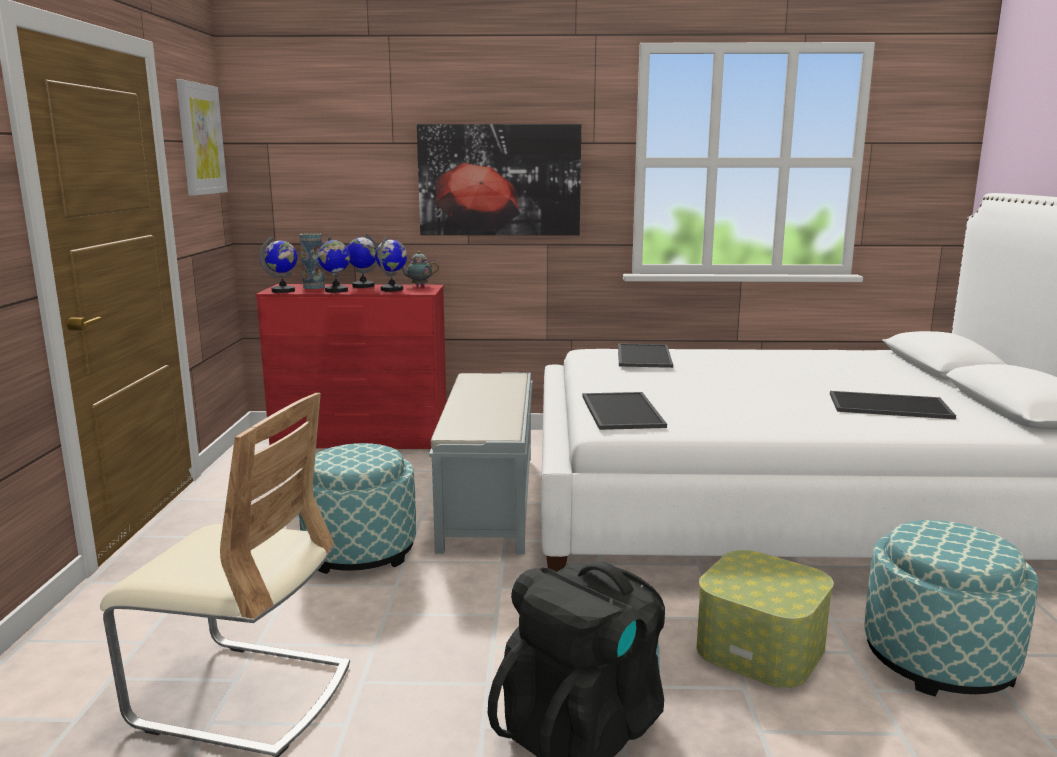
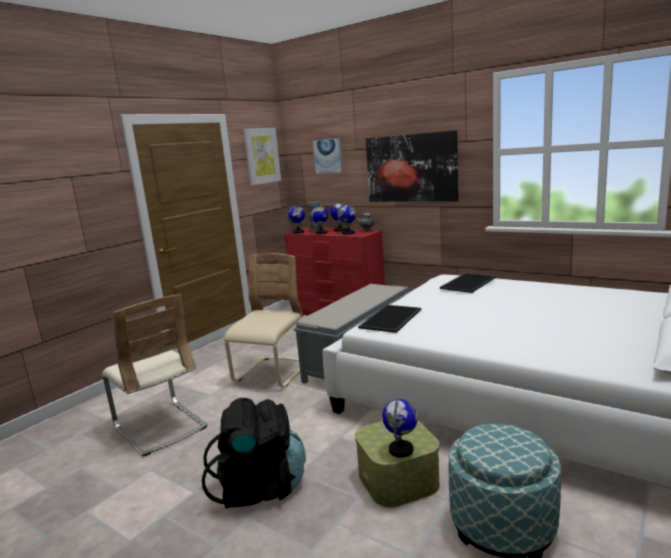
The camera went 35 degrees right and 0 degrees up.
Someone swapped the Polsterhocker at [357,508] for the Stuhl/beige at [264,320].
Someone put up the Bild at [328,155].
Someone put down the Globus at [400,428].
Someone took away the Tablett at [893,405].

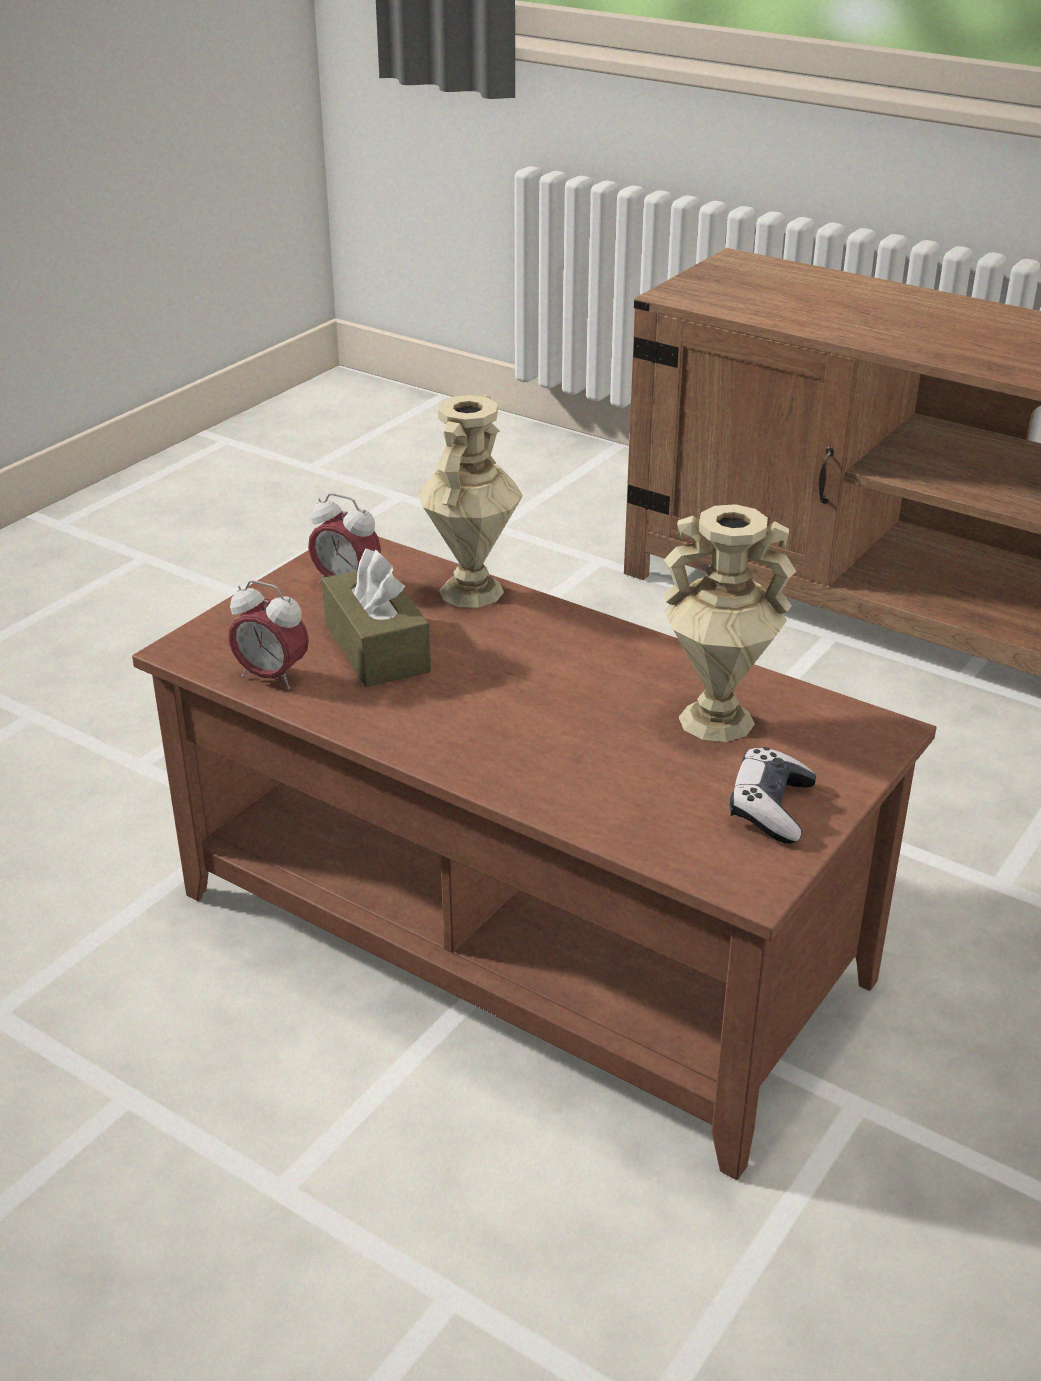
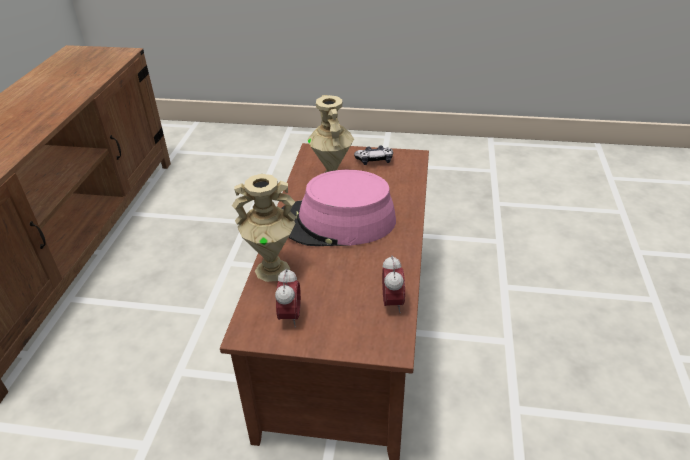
The camera went 115 degrees left and 5 degrees up.
Someone put down the Hut/rosa at [339,208].
Someone took away the Taschentuchbox/braun at [376,618].

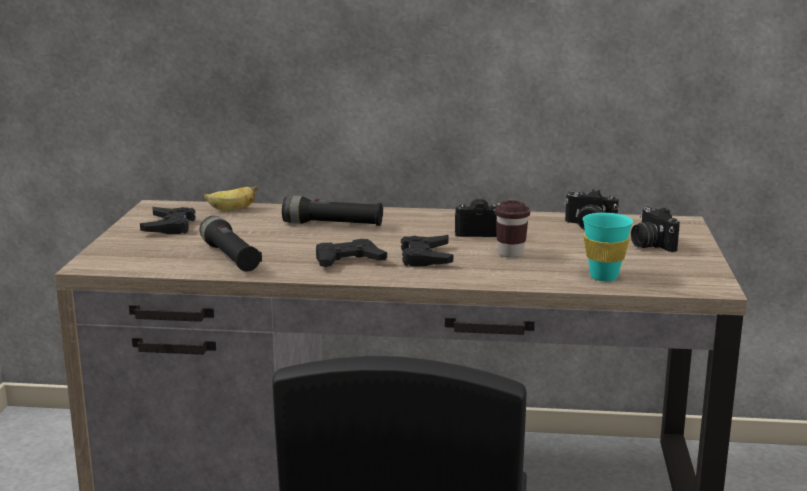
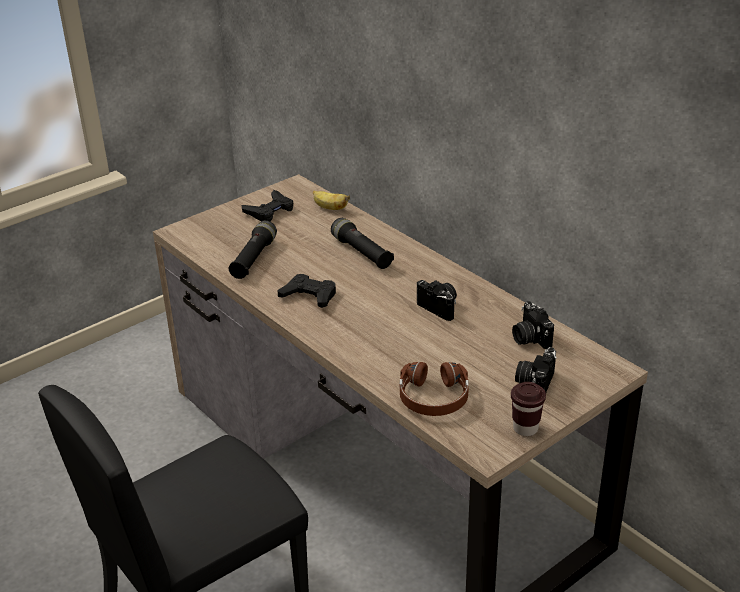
The camera went 45 degrees right and 15 degrees up.
Someone swapped the Tasse/türkis at [608,247] for the Kopfhörer/braun at [434,389].
Someone carried the Tasse/braun from [512,229] to [528,409].
Someone took away the Gamepad/schwarz at [427,251].

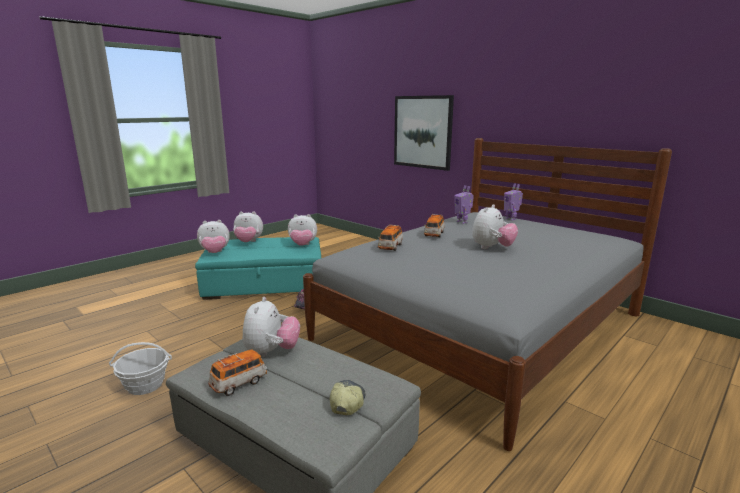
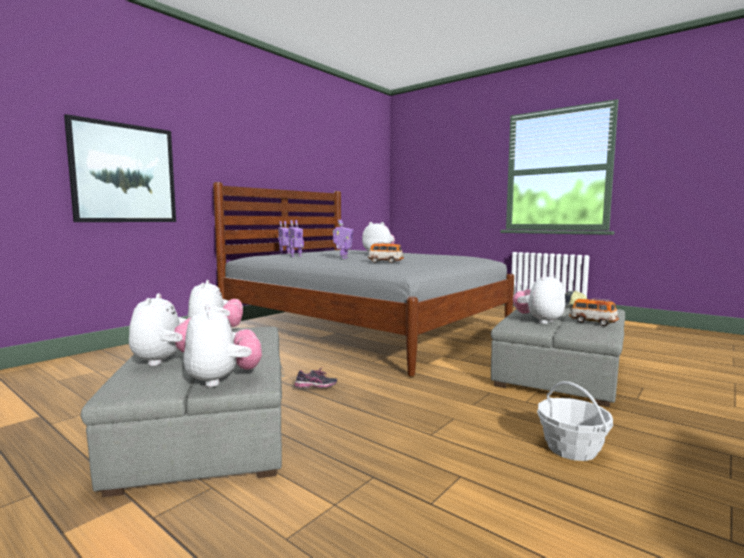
The camera went 95 degrees left and 10 degrees down.
Someone repainted the Polsterhocker/türkis at [258,268], which became the Polsterhocker/grau at [182,412].
Someone swapped the Spielzeugauto at [434,226] for the Spielzeugroboter at [343,239].
Someone rotated the Plüschtier at [271,327] by 45 degrees counterclockwise.

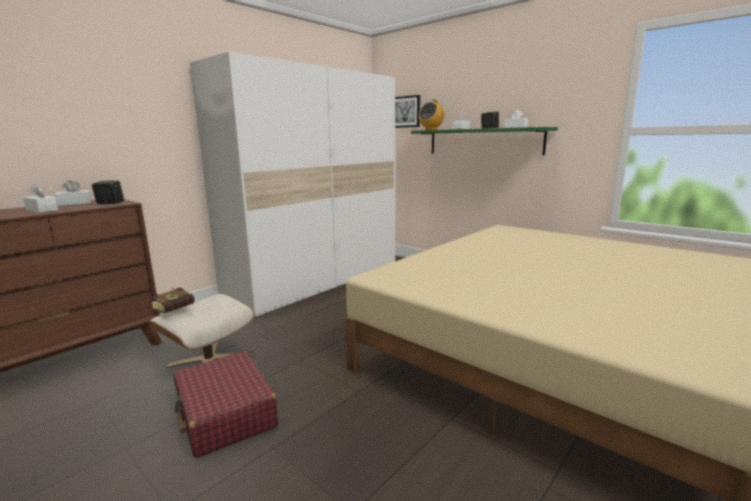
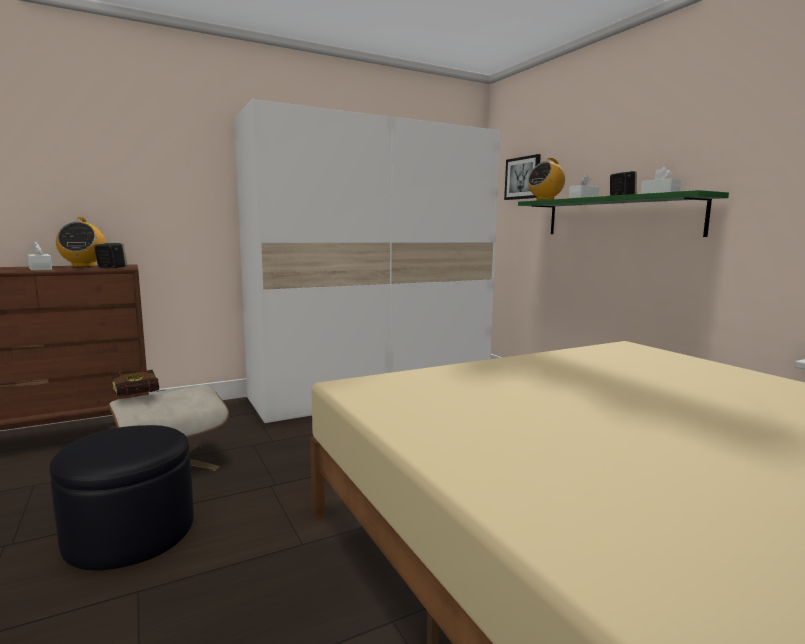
The camera went 20 degrees right and 5 degrees down.
Someone swapped the Koffer/rot at [226,404] for the Polsterhocker/schwarz at [121,497].
Someone swapped the Taschentuchbox/weiß at [73,193] for the Radio at [81,242].

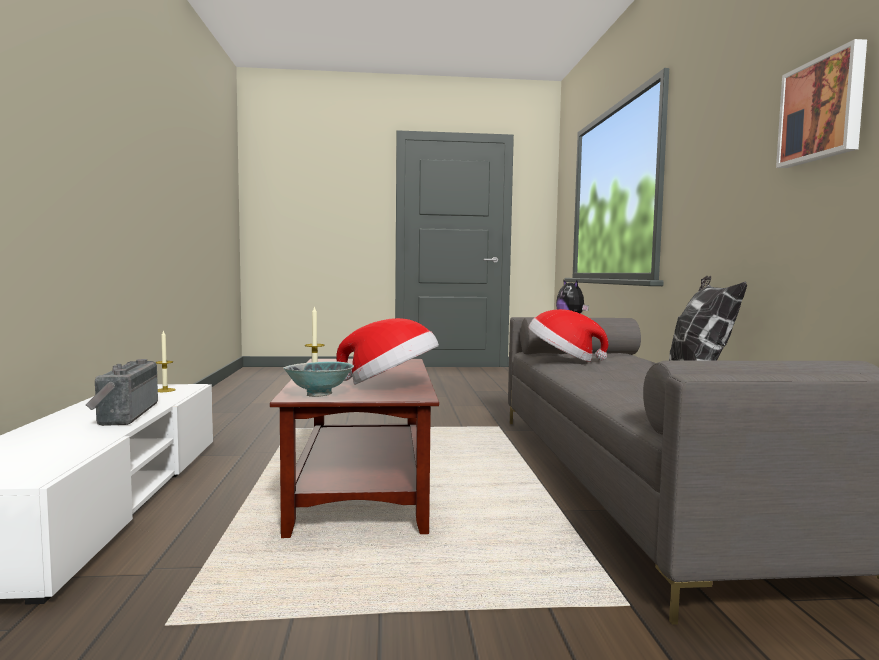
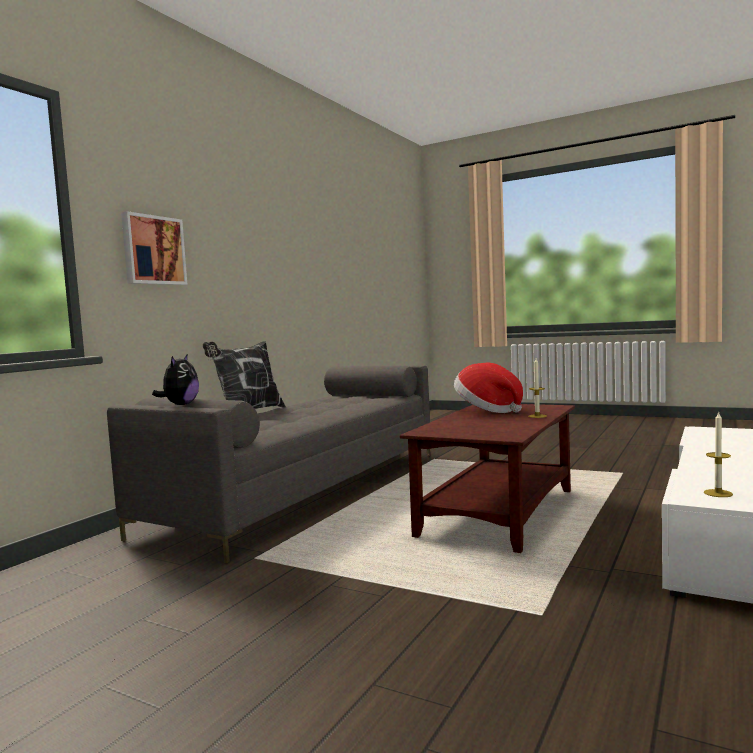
The camera went 145 degrees left and 0 degrees up.
Someone carried the Bild from [821,103] to [154,248].
Someone took away the Radio at [122,392].
Someone took away the Schüssel at [318,379].
Someone took away the Hut at [568,335].

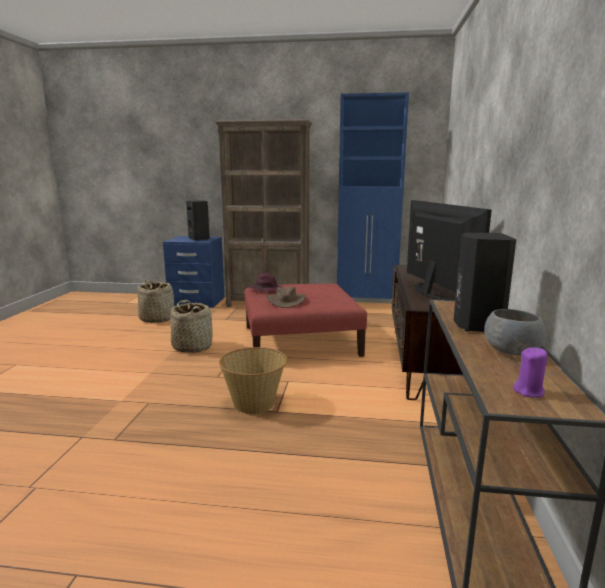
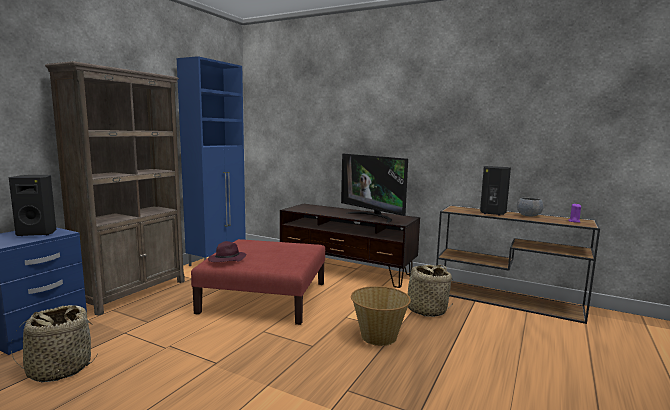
The camera went 70 degrees left and 5 degrees down.
Someone rotated the Fernseher at [449,250] by 135 degrees counterclockwise.
Someone carried the Korb from [191,326] to [425,291].
Someone took away the Hut/braun at [286,297].

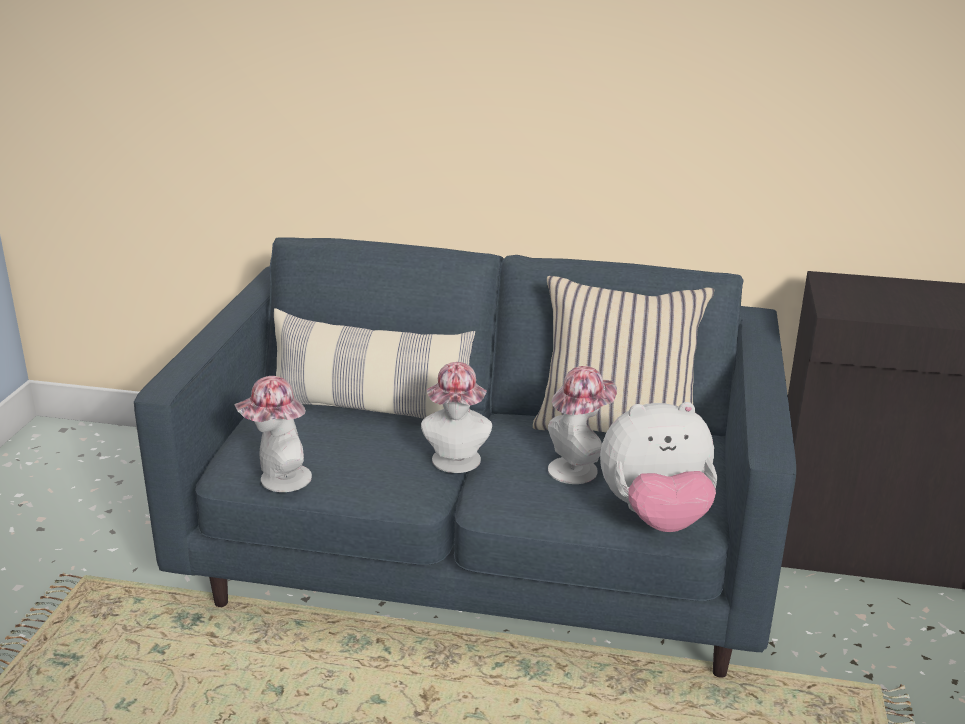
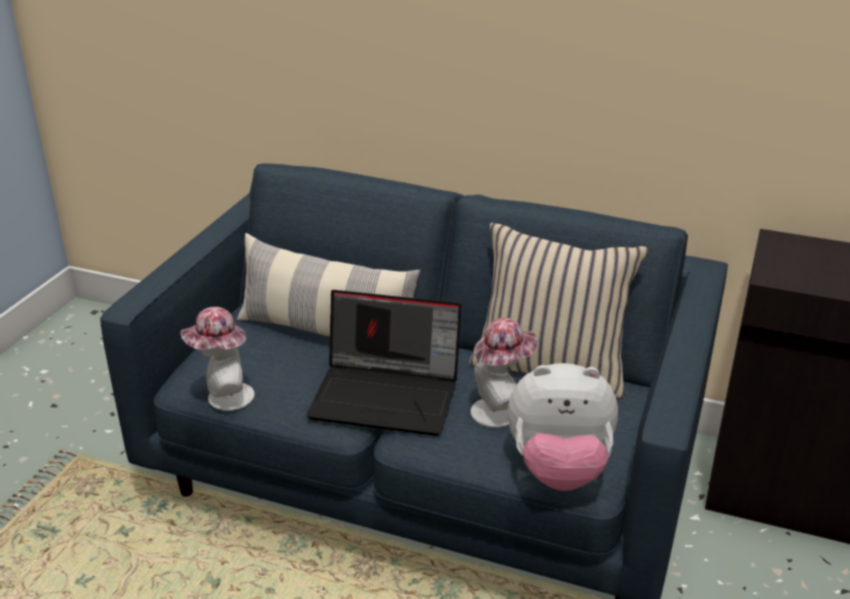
The camera went 10 degrees right and 5 degrees up.
Someone swapped the Hut at [456,417] for the Laptop at [383,363].

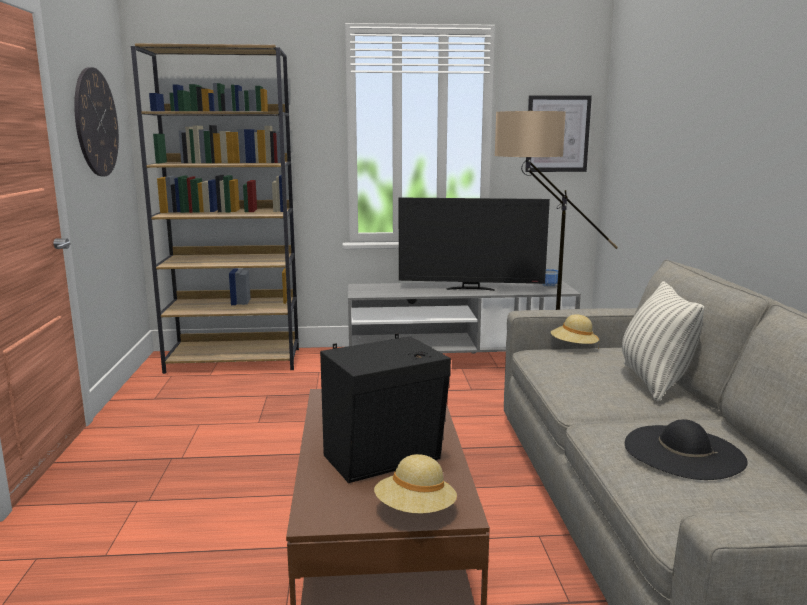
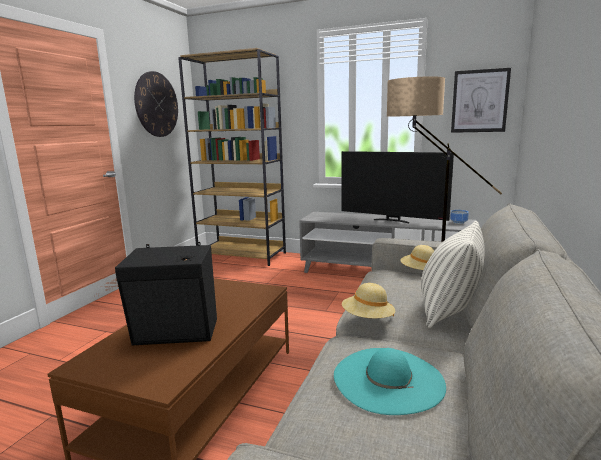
The camera went 25 degrees right and 0 degrees up.
Someone repainted the Hut/schwarz at [686,449], which became the Hut/türkis at [390,381].
Someone carried the Hut/beige from [415,484] to [369,300].

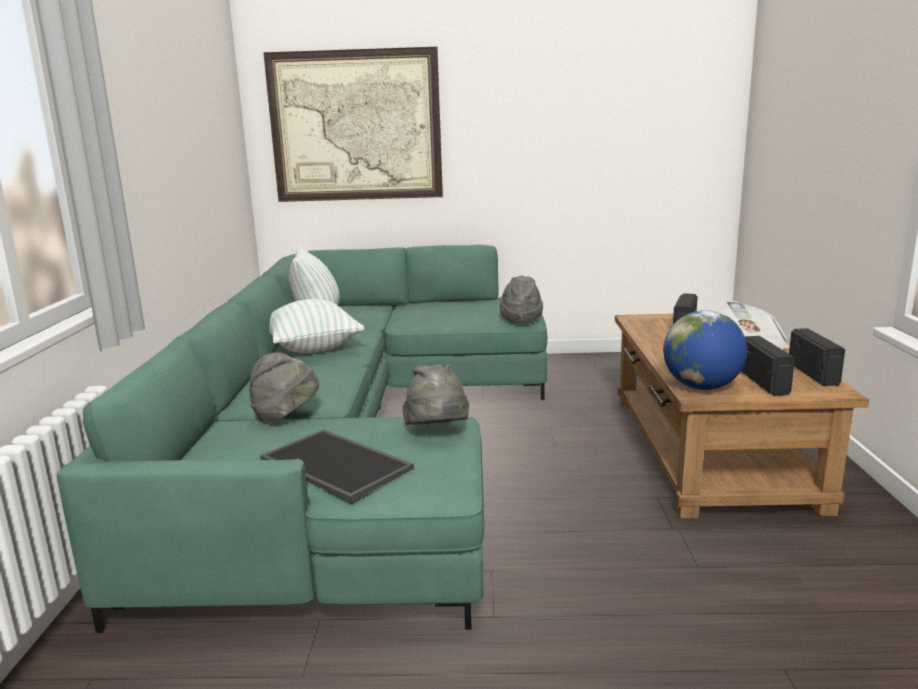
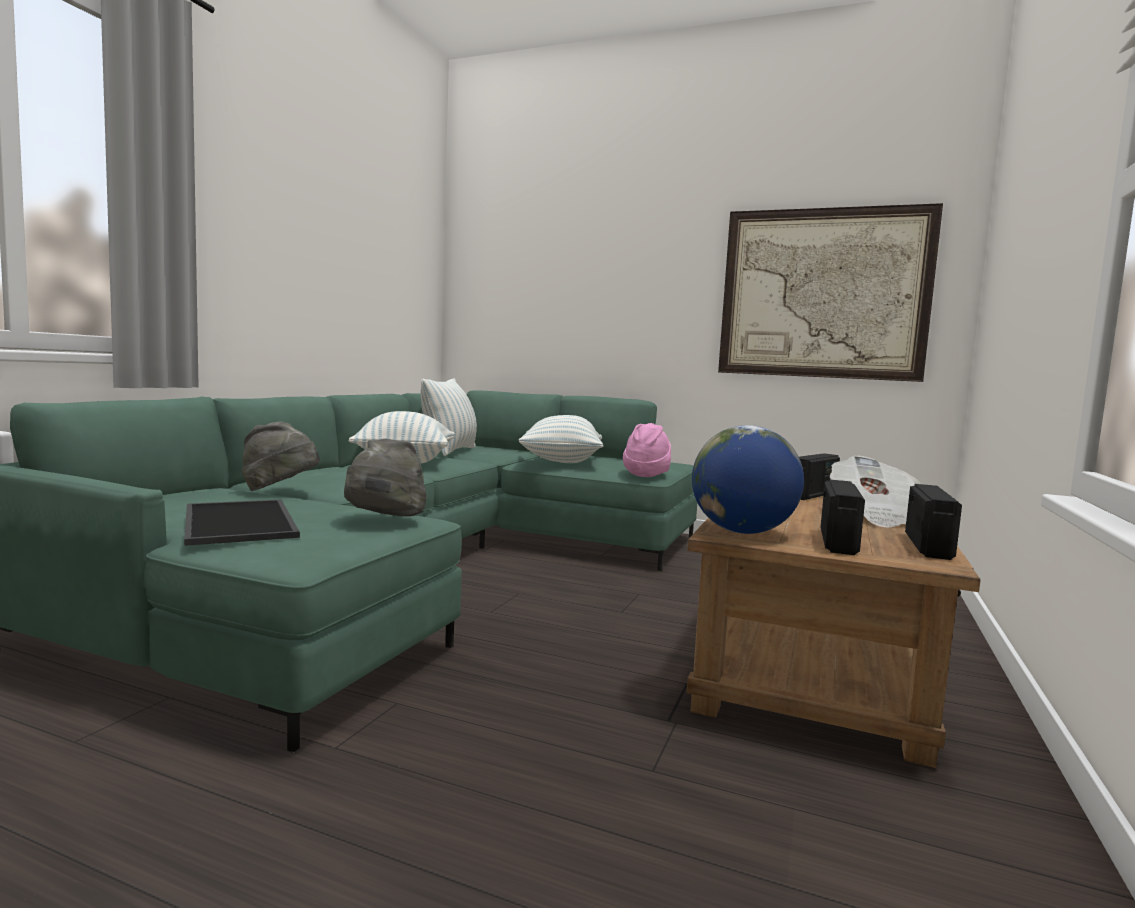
The camera went 20 degrees right and 10 degrees down.
Someone put down the Kissen at [561,439].
Someone repainted the Hut/grau at [521,300], which became the Hut/rosa at [647,450].
Someone carried the Bild from [353,124] to [830,292].

